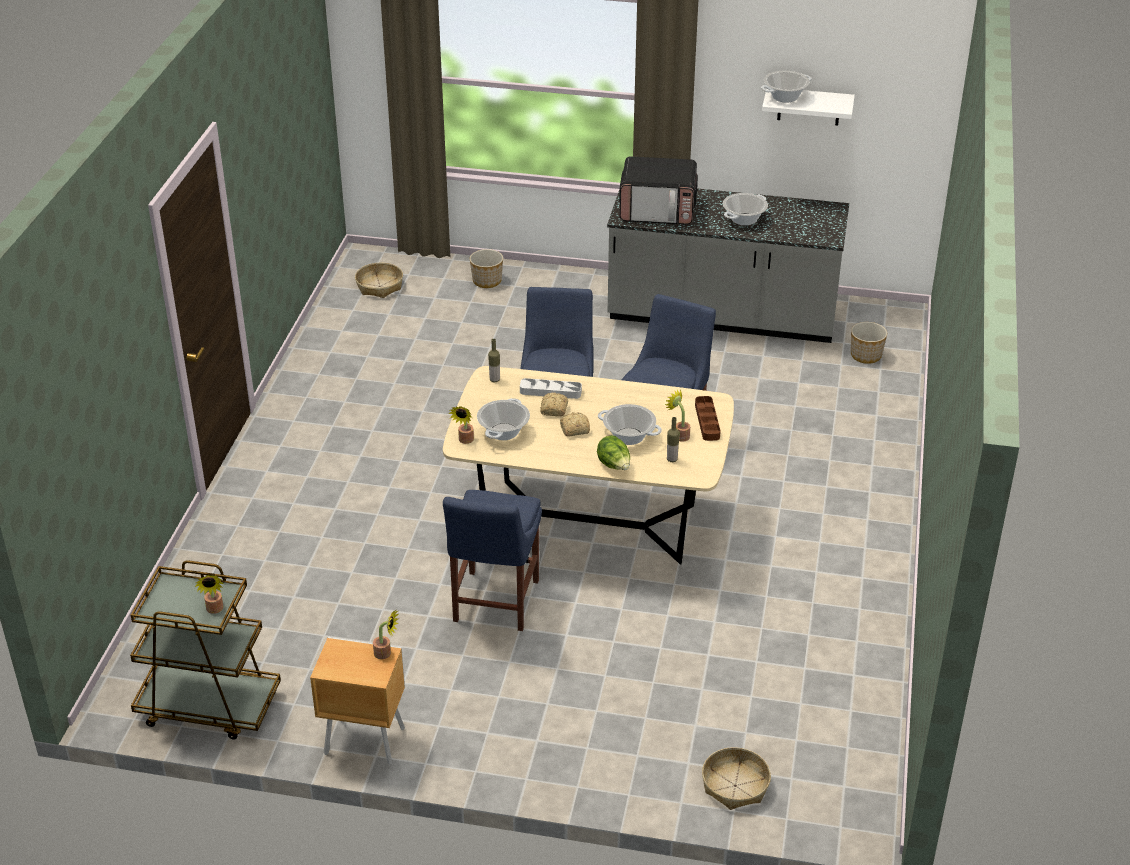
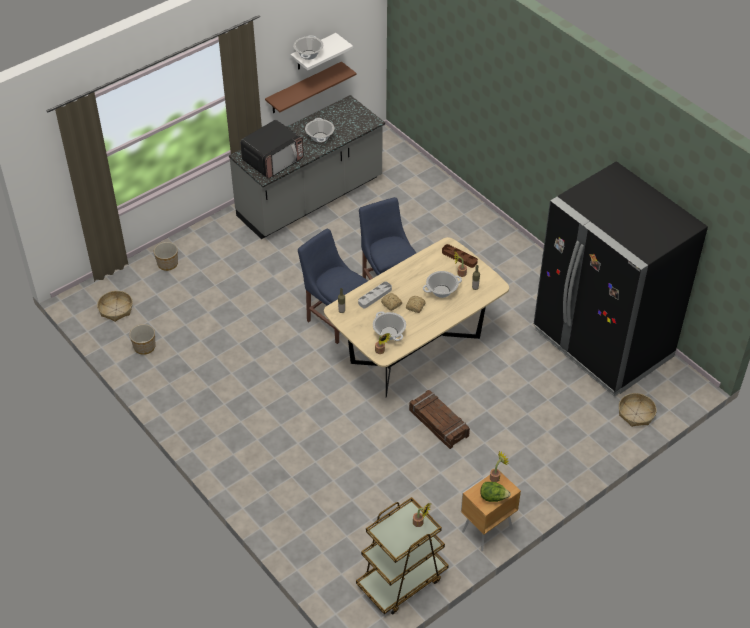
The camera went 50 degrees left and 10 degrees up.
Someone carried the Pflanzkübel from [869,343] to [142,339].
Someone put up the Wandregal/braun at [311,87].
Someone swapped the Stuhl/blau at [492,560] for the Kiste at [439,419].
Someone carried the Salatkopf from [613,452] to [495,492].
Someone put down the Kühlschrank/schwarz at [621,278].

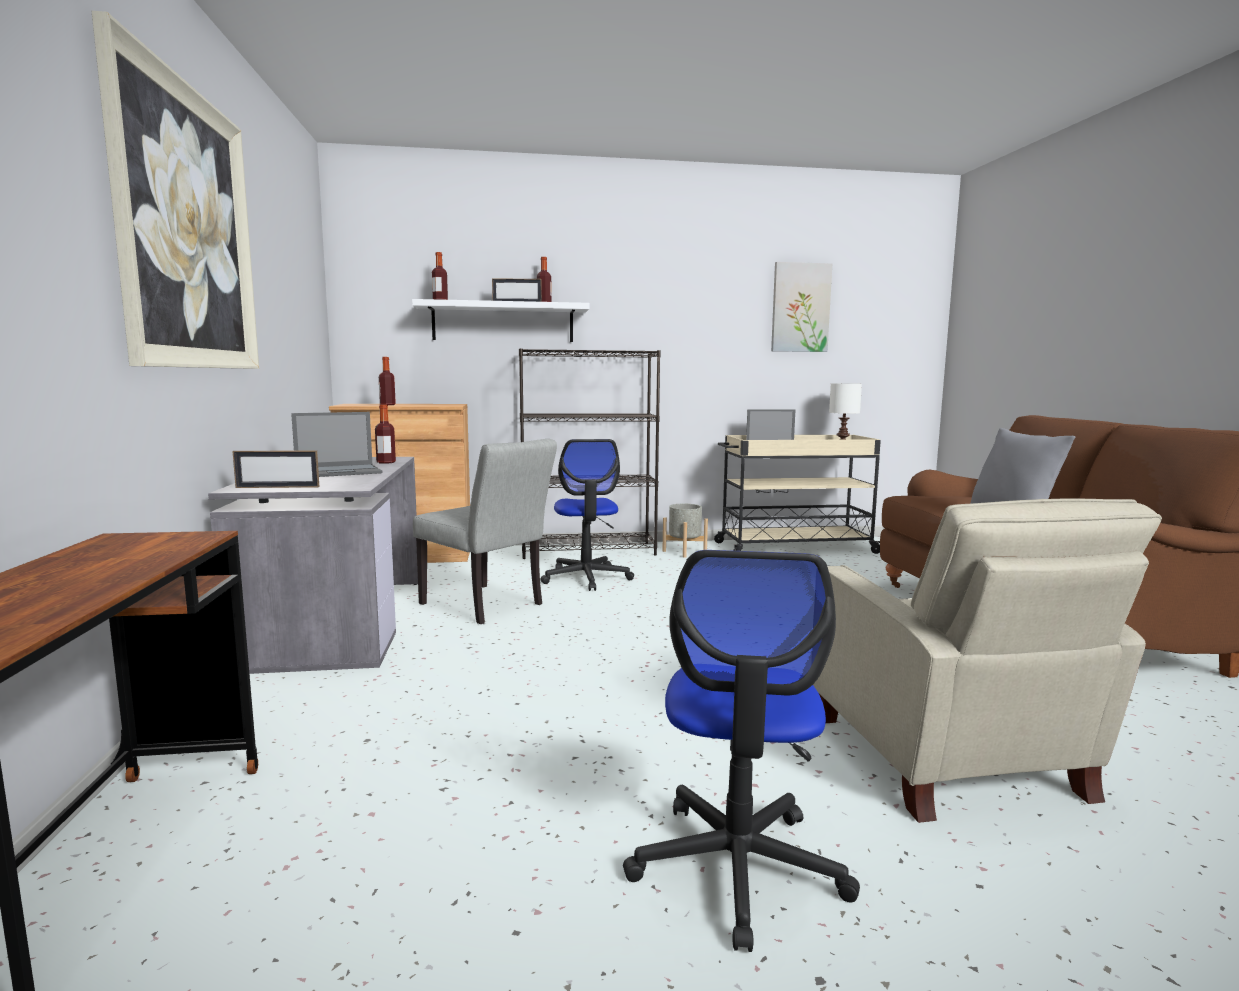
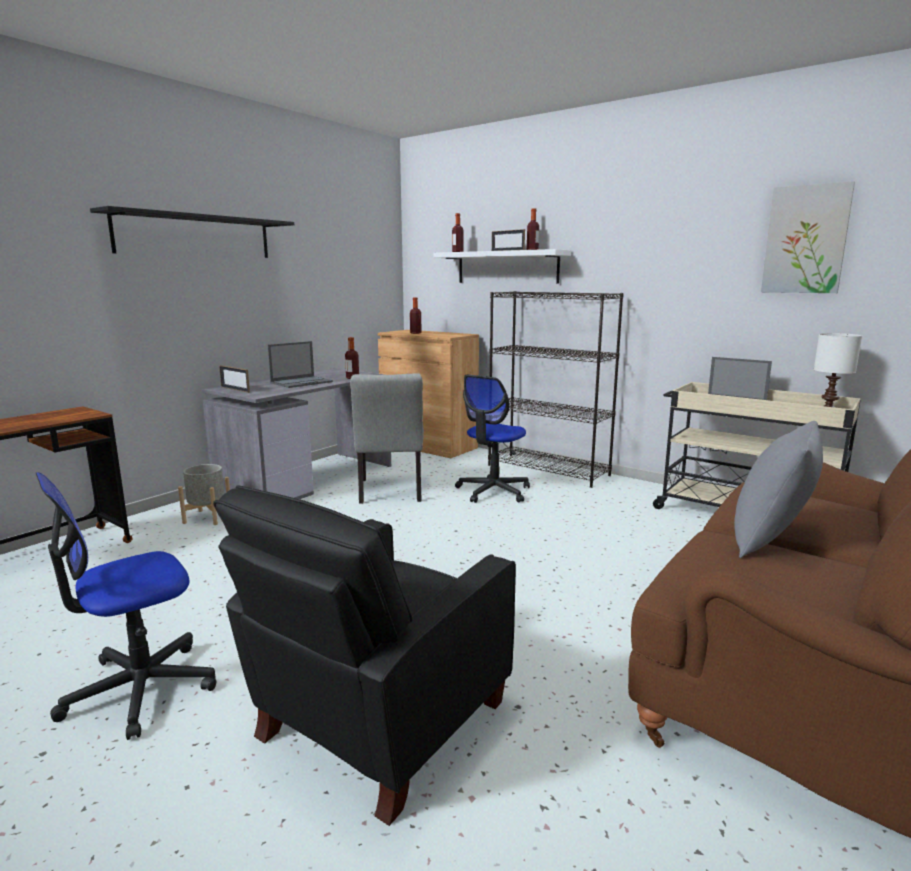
The camera went 45 degrees right and 5 degrees up.
Someone swapped the Bild at [175,190] for the Wandregal/schwarz at [192,232].
Someone carried the Pflanzkübel/grau from [685,531] to [204,494].
Someone repainted the Sessel/beige at [987,661], which became the Sessel/schwarz at [364,655].
Someone rotated the Laptop at [336,444] by 60 degrees counterclockwise.

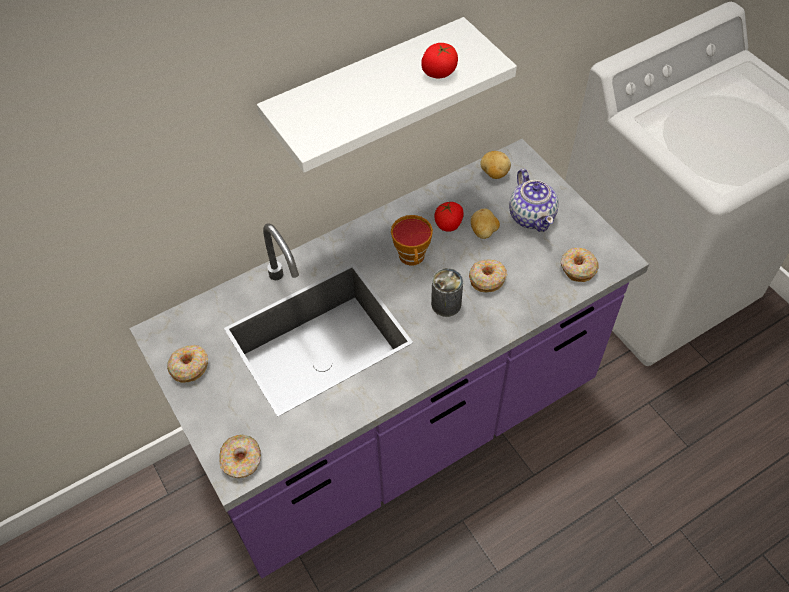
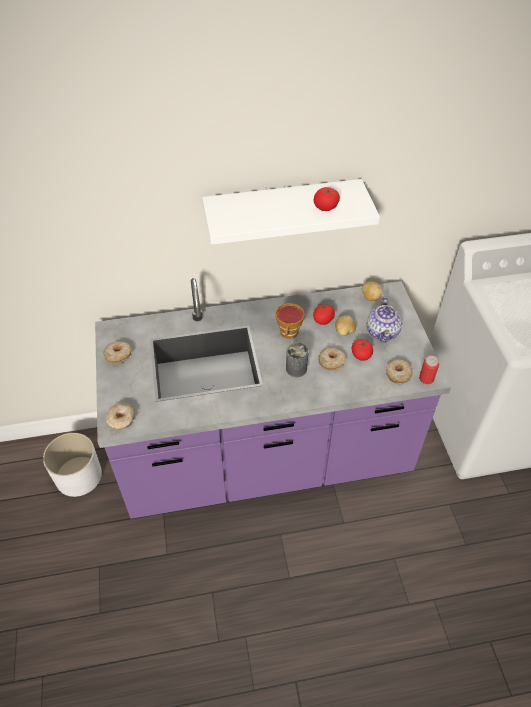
The camera went 20 degrees right and 5 degrees down.
Someone put down the Pflanzkübel/weiß at [72,465].
Someone put down the Tomate at [362,350].
Someone put down the Dose at [429,370].

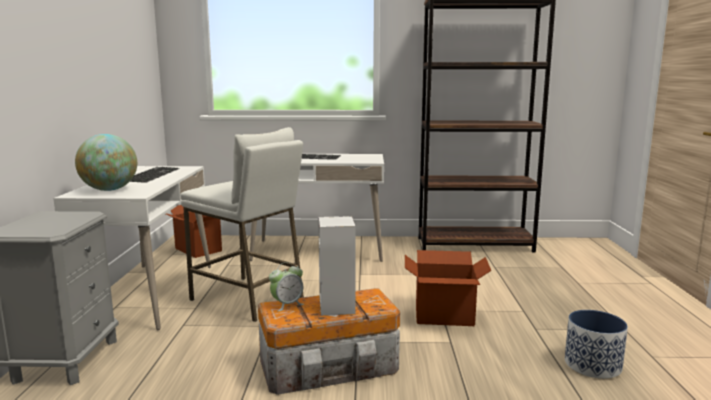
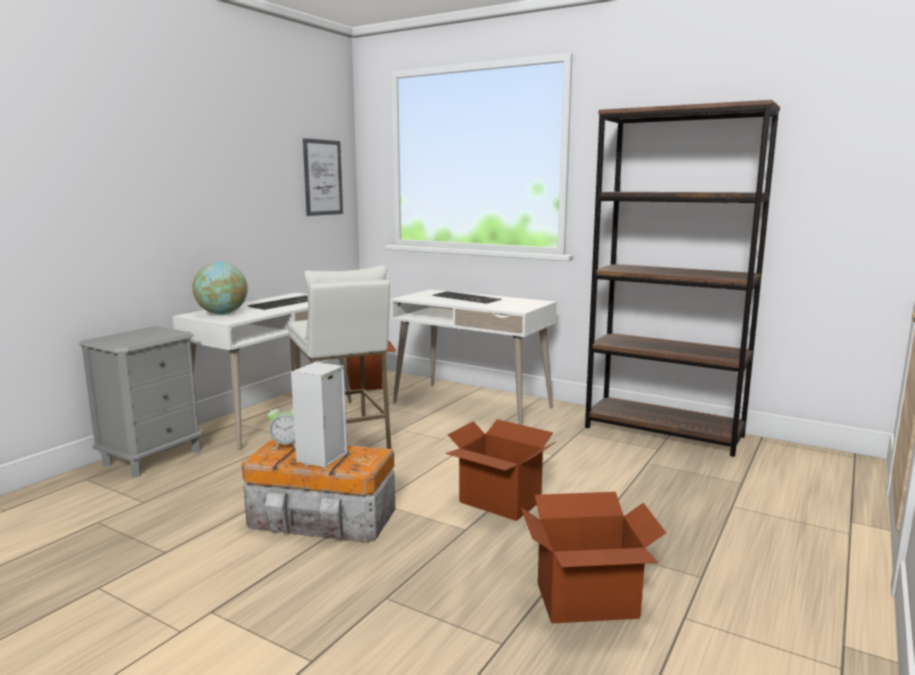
The camera went 30 degrees right and 0 degrees up.
Someone put up the Bild at [323,177].
Someone swapped the Pflanzkübel at [596,344] for the Karton at [593,557].

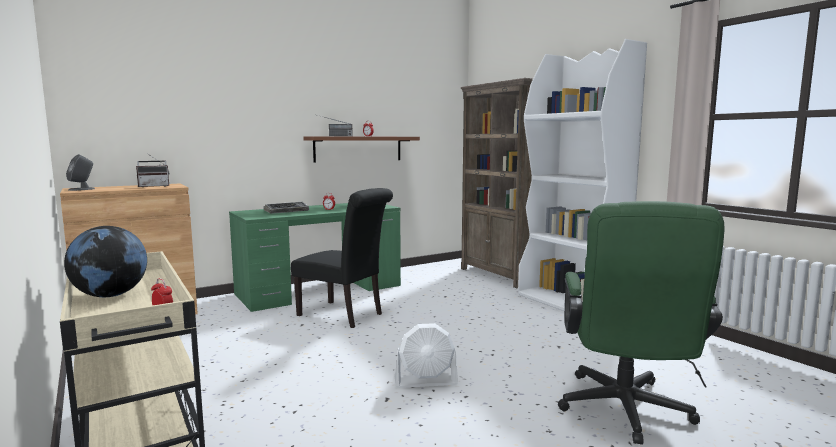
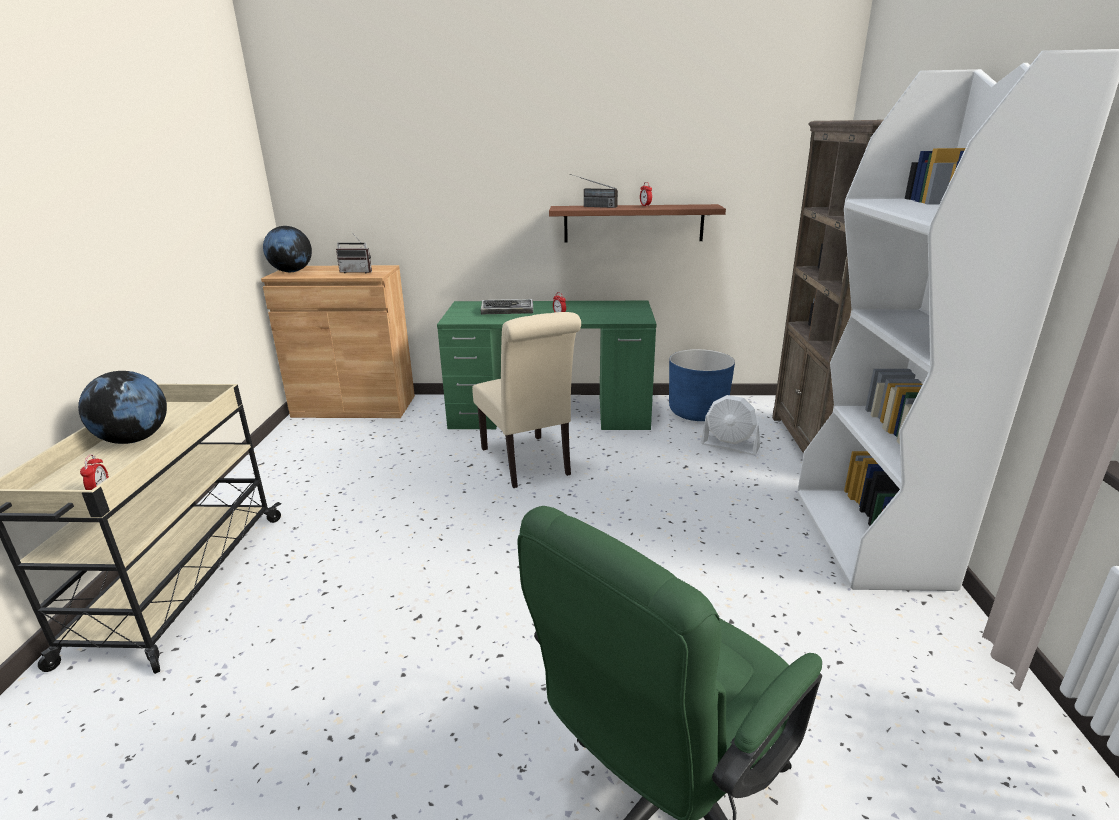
The camera went 35 degrees right and 15 degrees up.
Someone swapped the Lautsprecher/grau at [80,172] for the Globus at [287,249].
Someone repainted the Stuhl/schwarz at [342,258], which became the Stuhl/beige at [526,400].
Someone put down the Pflanzkübel/blau at [702,385].
Someone carried the Ventilator/weiß from [426,355] to [730,425].

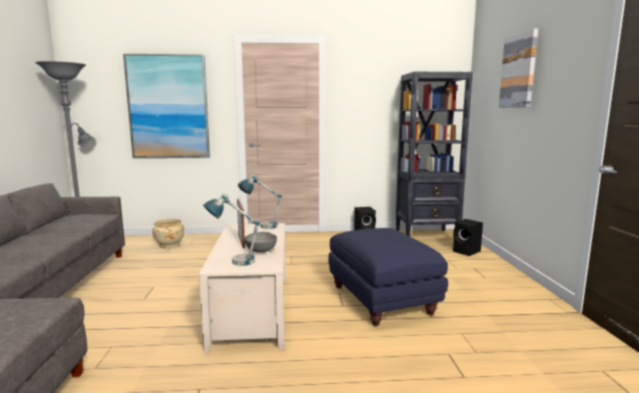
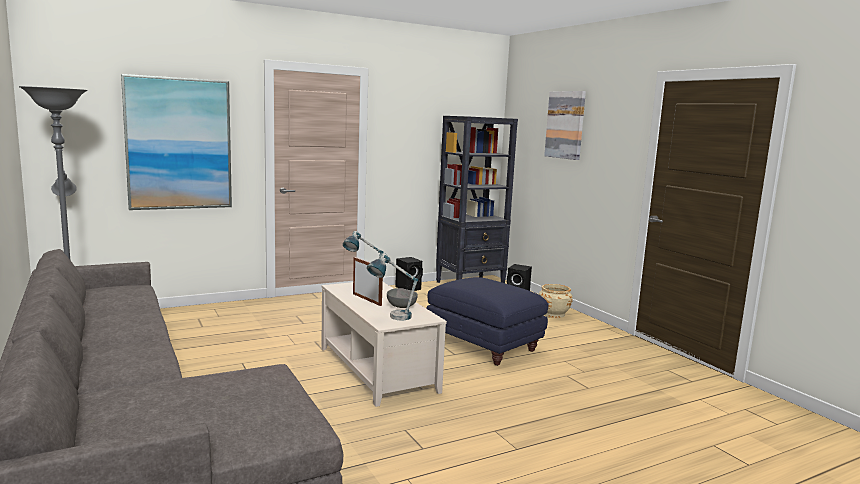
The camera went 25 degrees left and 0 degrees up.
Someone carried the Pflanzkübel/beige from [168,233] to [556,301].

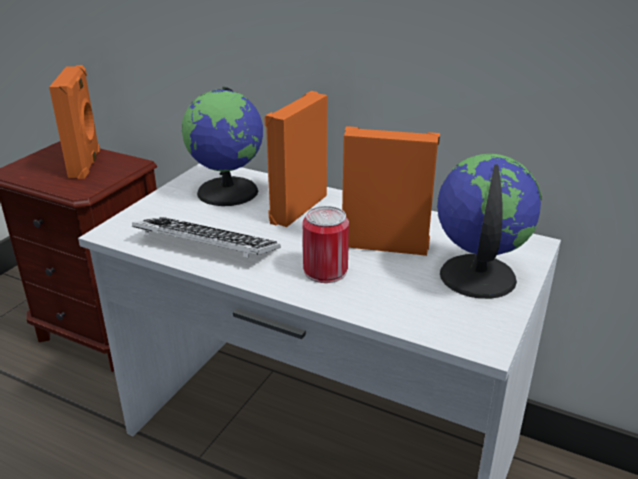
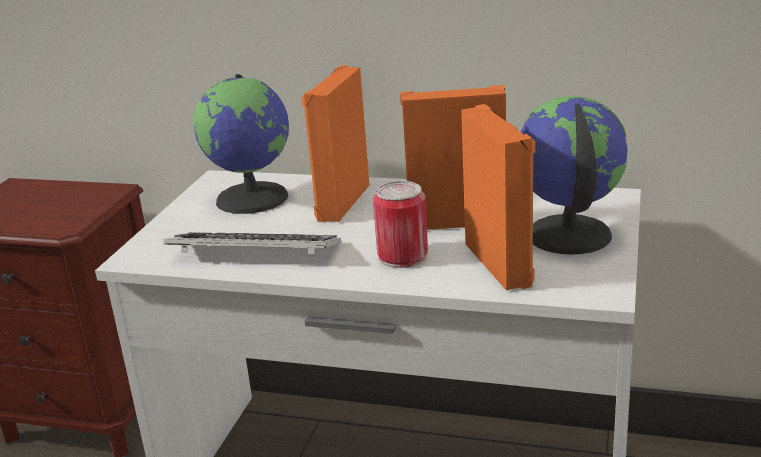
The camera went 10 degrees left and 5 degrees down.
Someone carried the Lautsprecher/orange from [74,122] to [498,197].

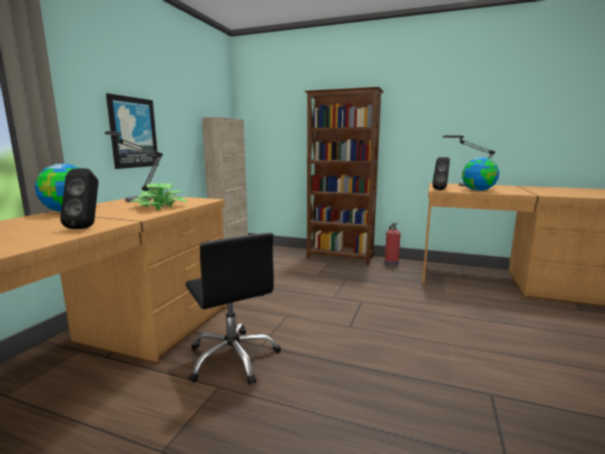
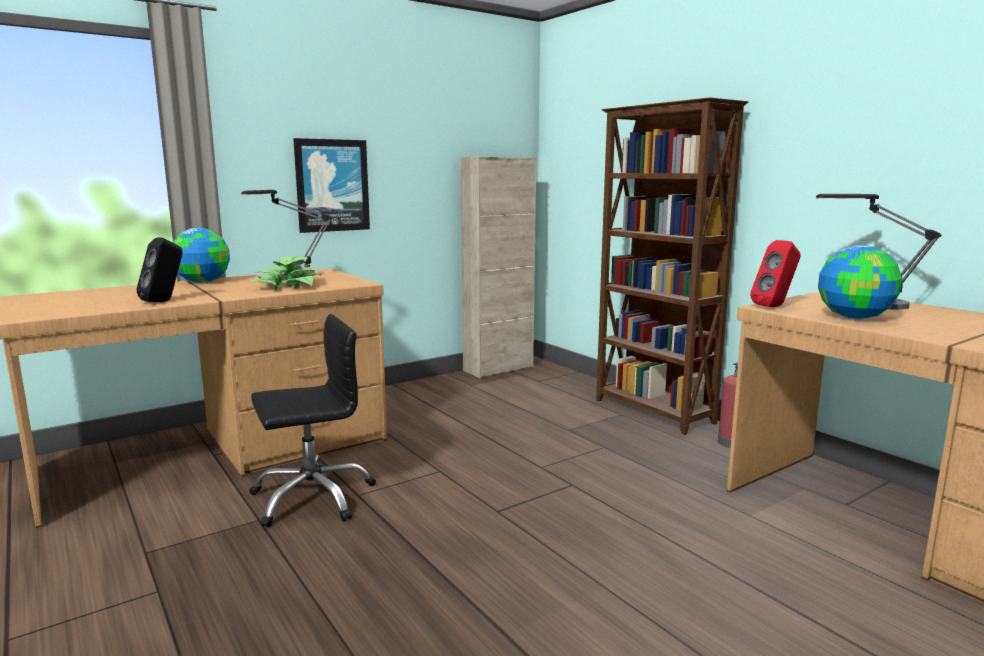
The camera went 35 degrees right and 0 degrees up.
Someone rotated the Bürostuhl/schwarz at [233,309] by 120 degrees counterclockwise.
Someone repainted the Lautsprecher/schwarz at [441,173], which became the Lautsprecher/rot at [775,273].

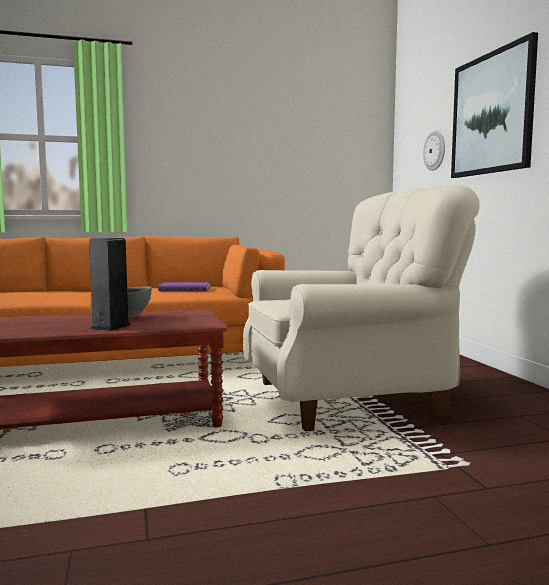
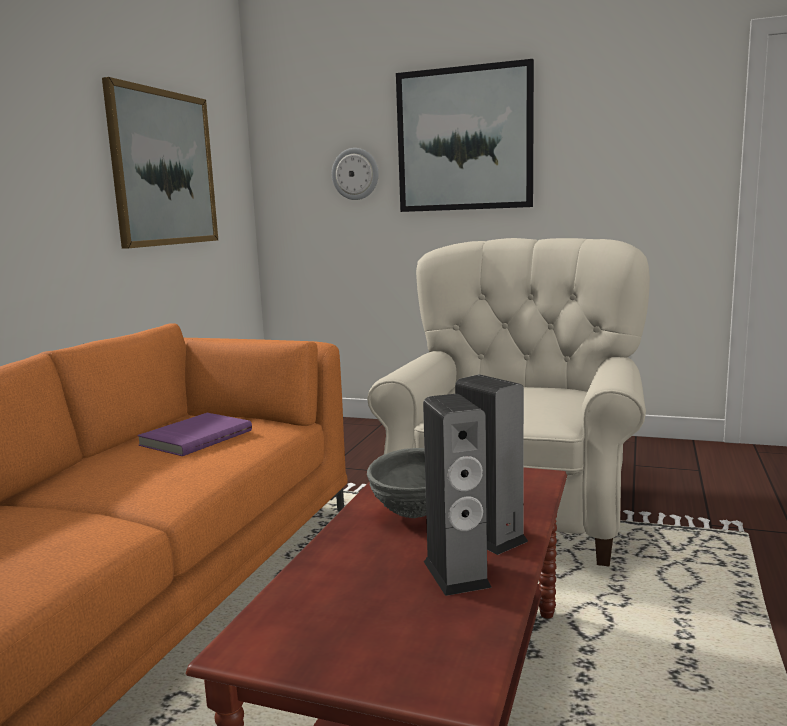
The camera went 55 degrees left and 5 degrees up.
Someone put up the Bild at [160,163].
Someone put down the Lautsprecher at [457,495].

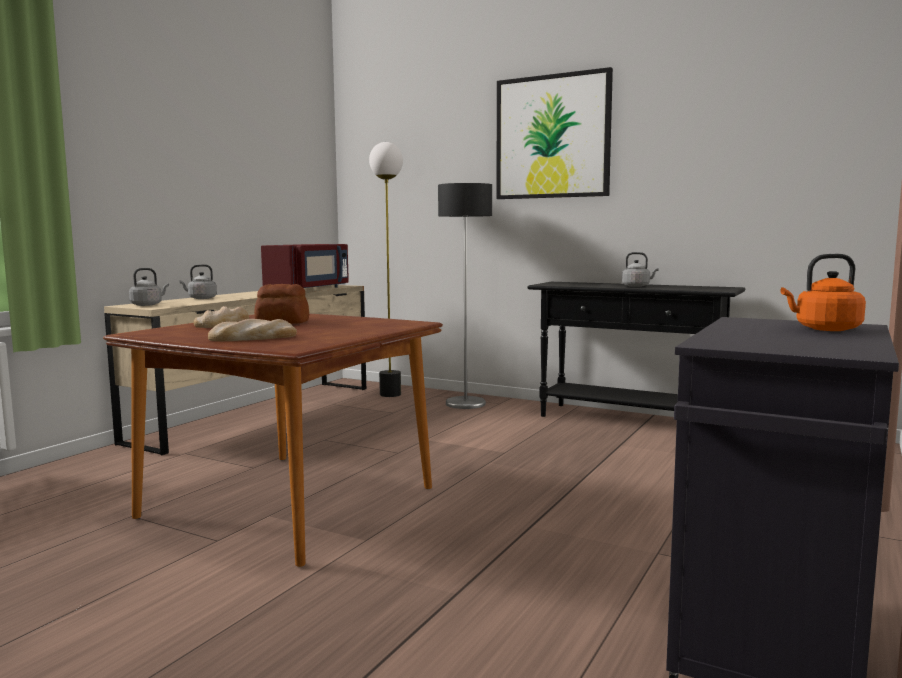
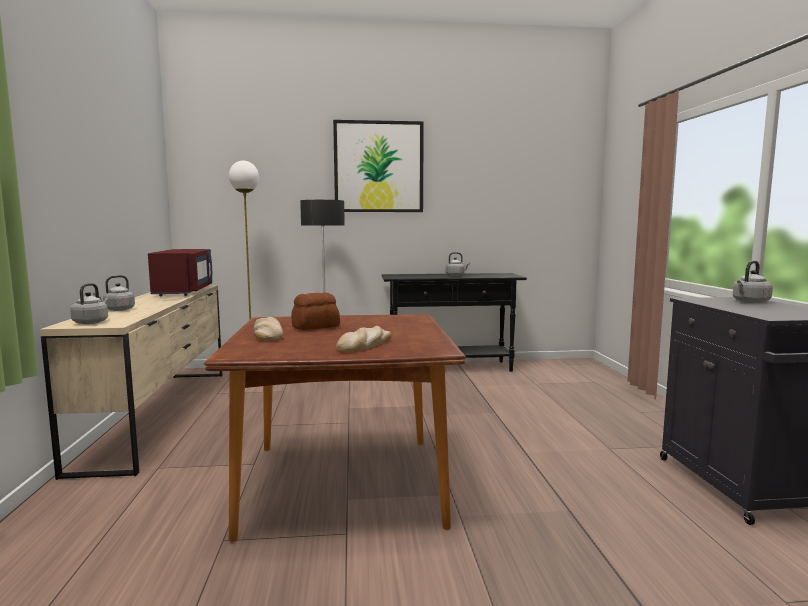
The camera went 35 degrees left and 0 degrees up.
Someone repainted the Wasserkessel/orange at [823,292], which became the Wasserkessel/grau at [752,282].

